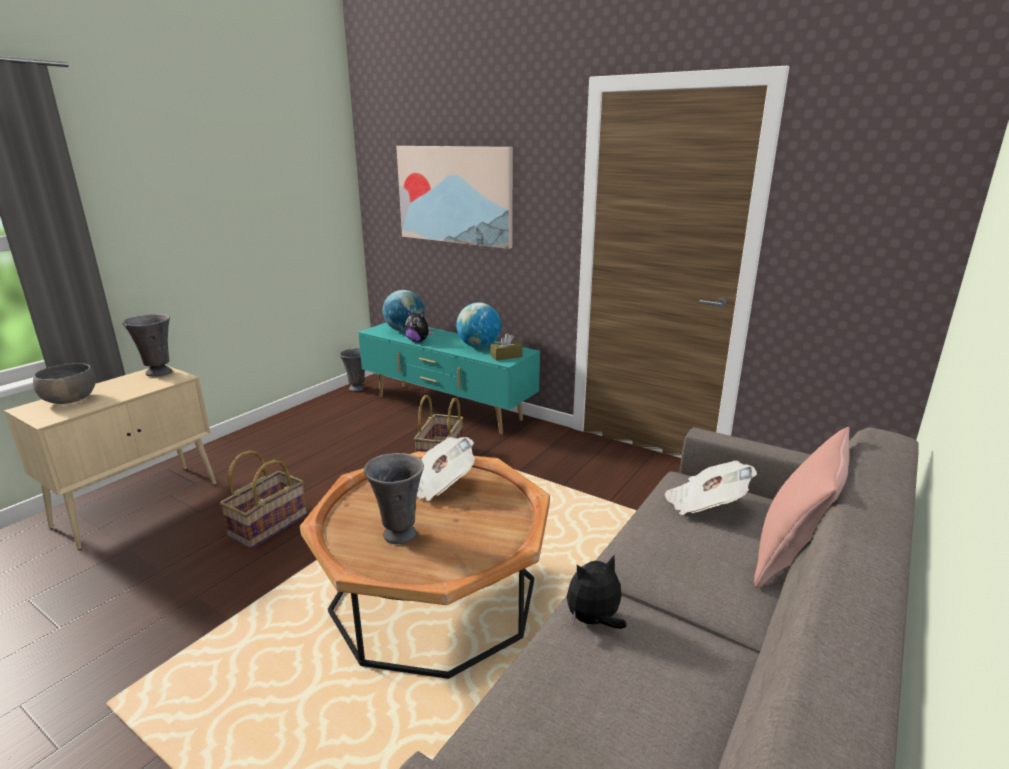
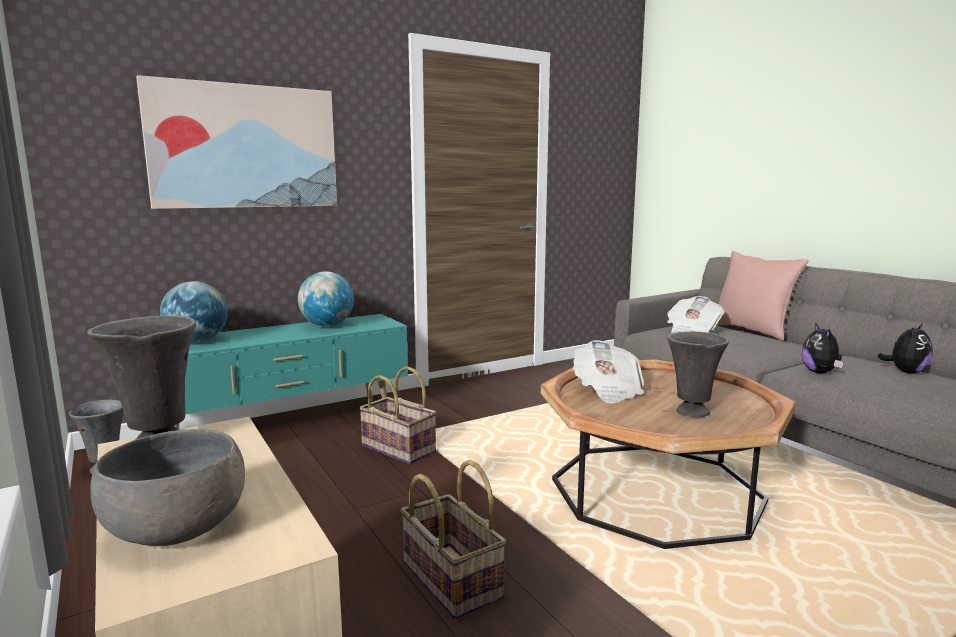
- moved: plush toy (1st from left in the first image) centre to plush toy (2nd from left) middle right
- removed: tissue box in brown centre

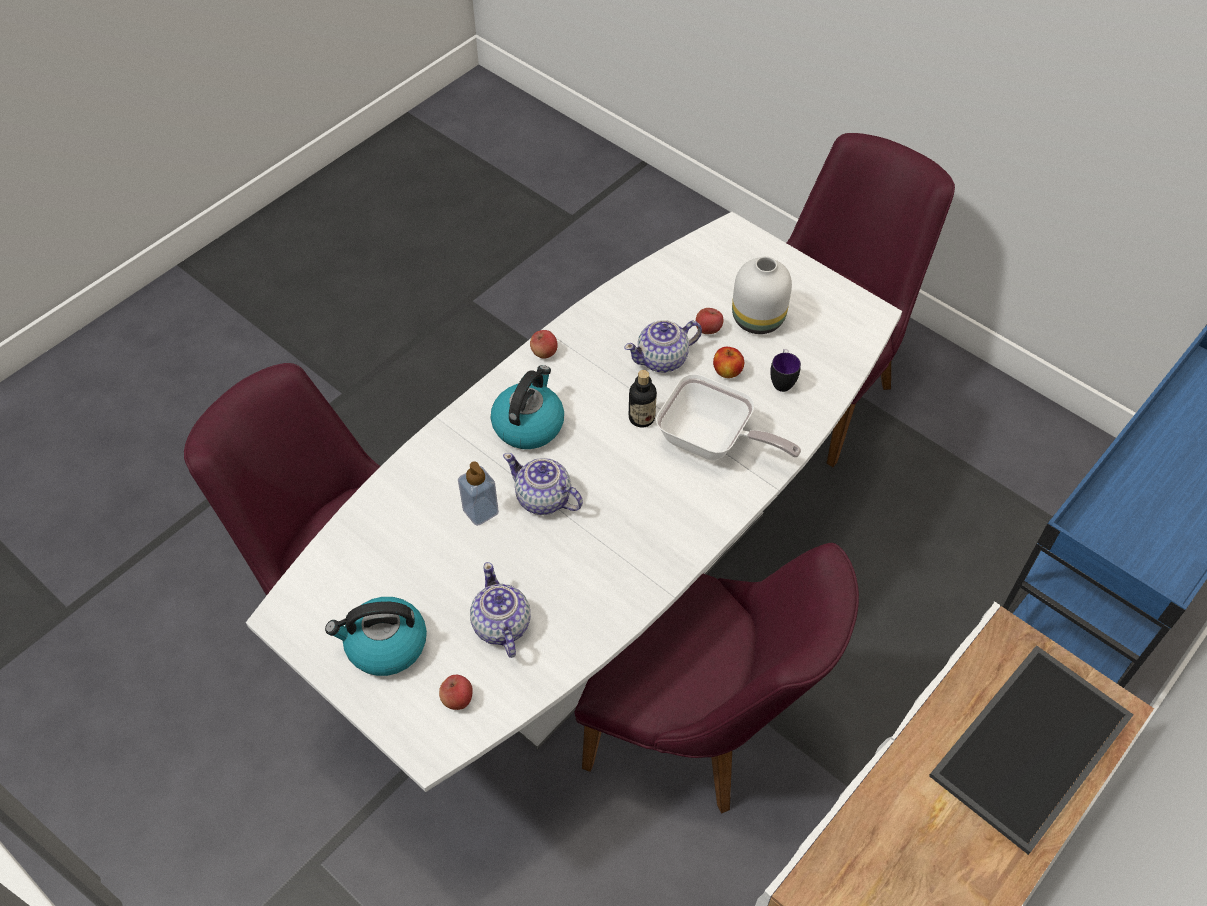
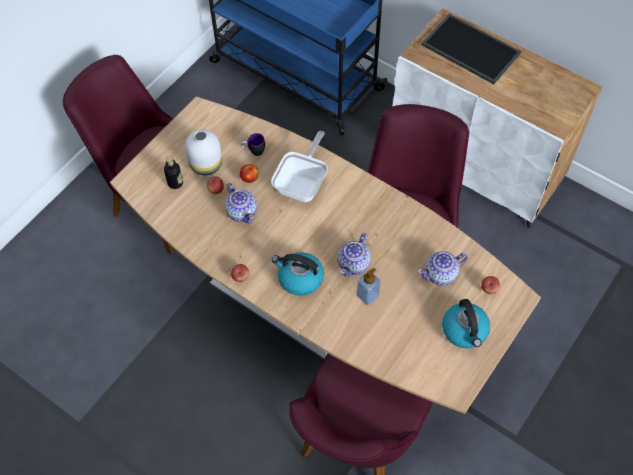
- recoloured: dining table in white centre to dining table in brown centre
- moved: bottle centre to middle left

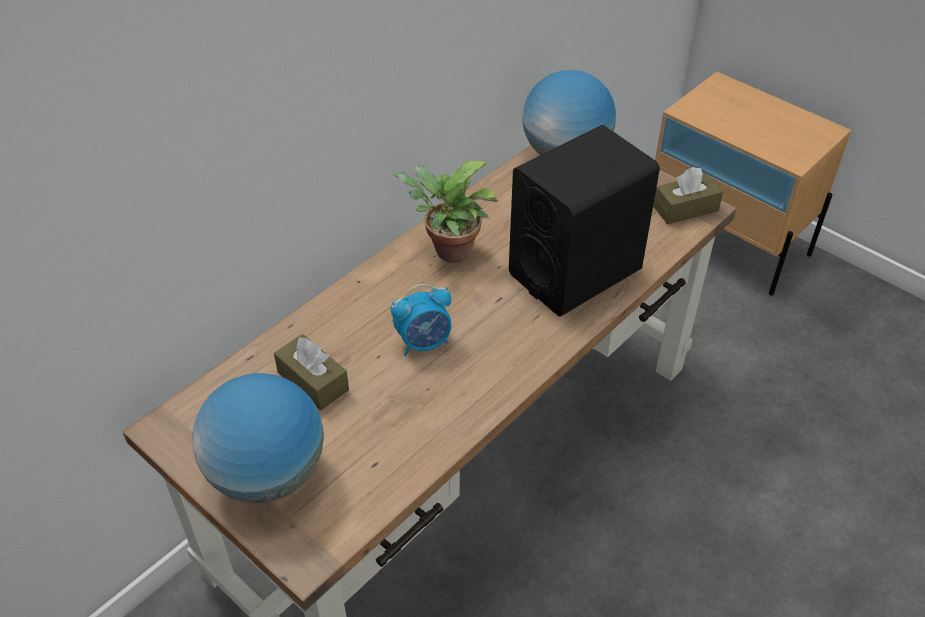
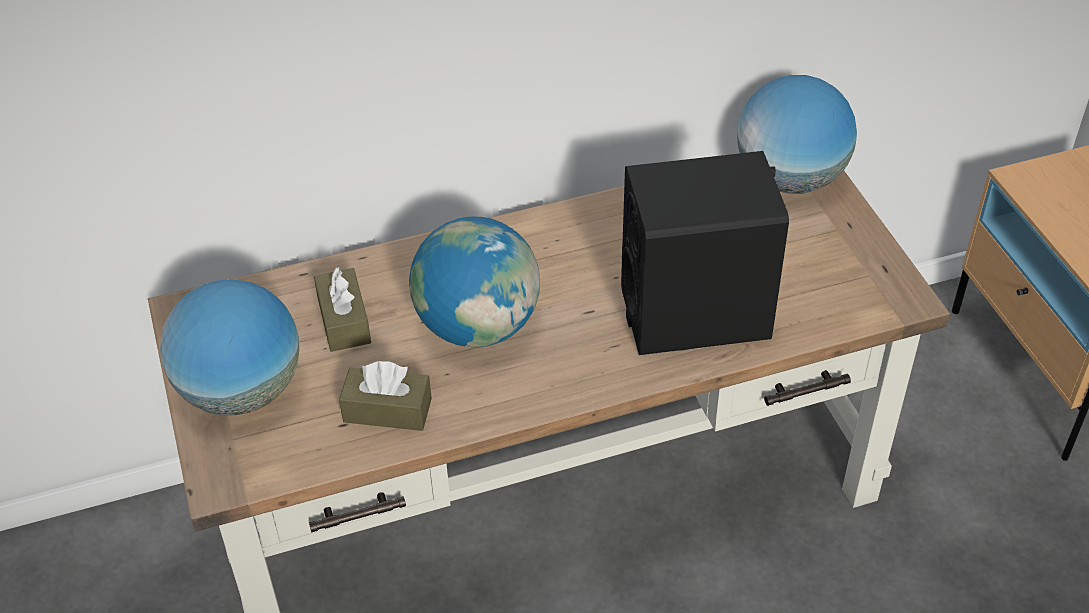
- removed: potted plant centre
- moved: tissue box in brown (2nd from left) top right to centre
- replaced: alarm clock centre to globe (2nd from left) centre

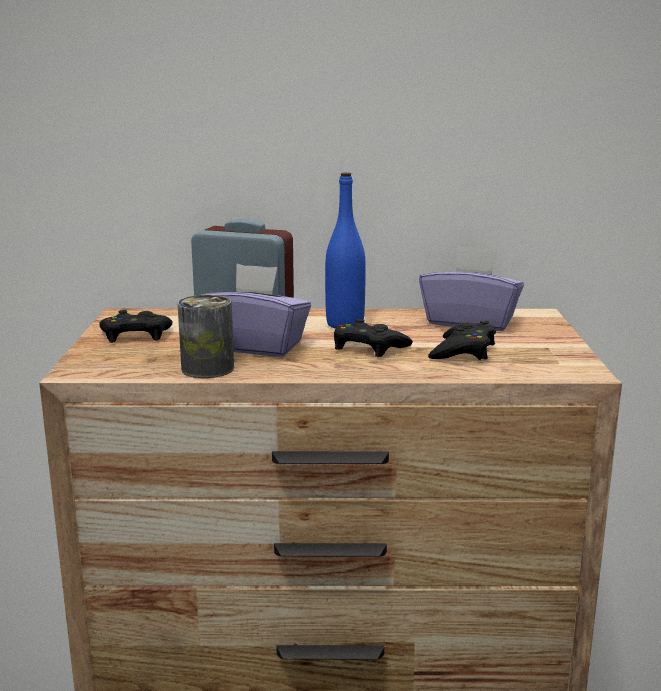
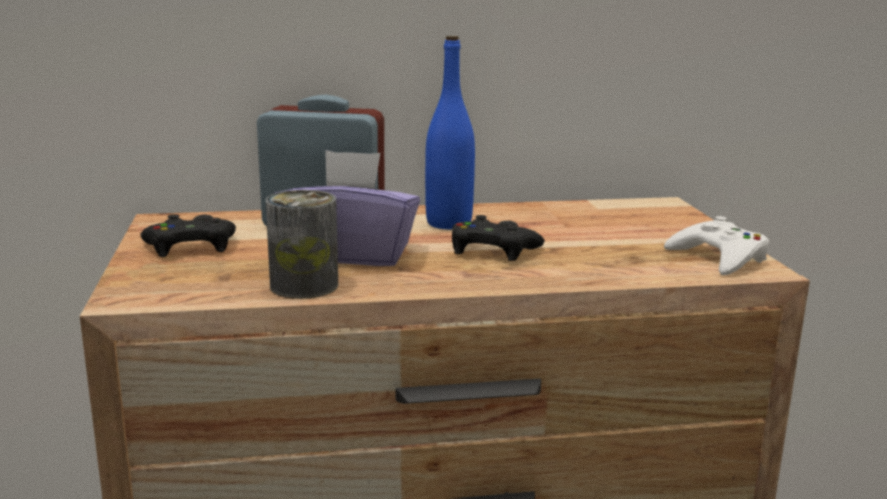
- removed: tissue box in purple (2nd from left) middle right
- removed: game controller in black (3rd from left) middle right
- added: game controller in white middle right

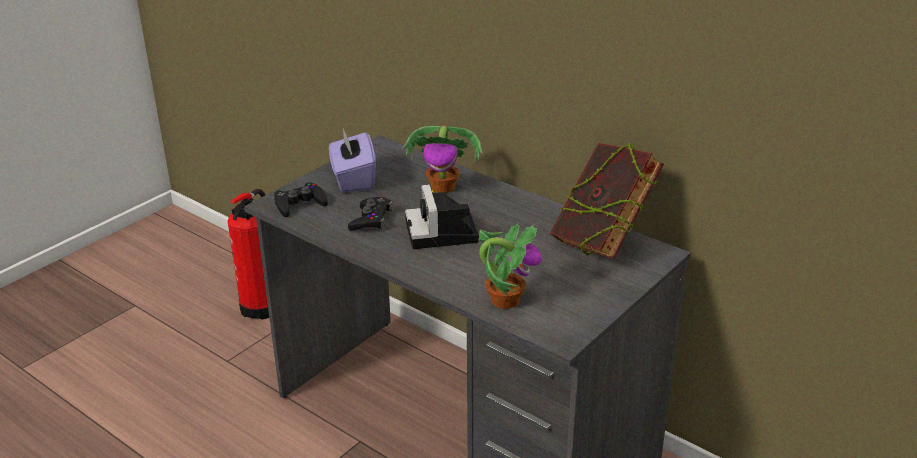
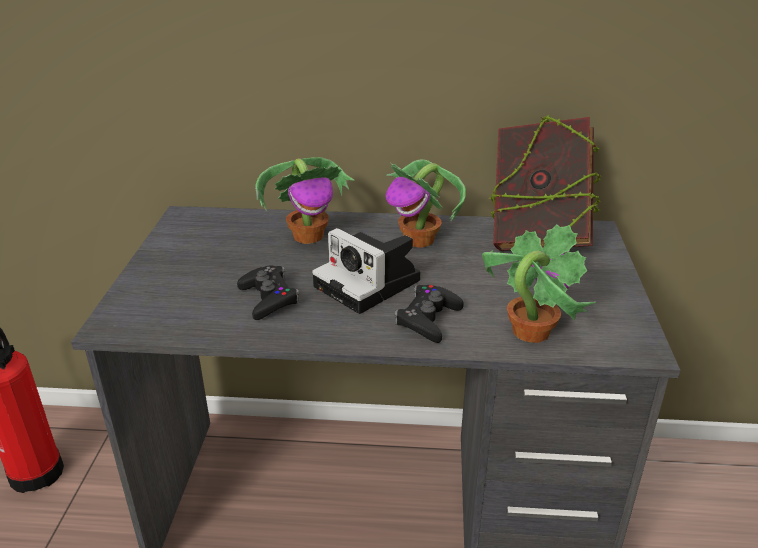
- removed: tissue box in purple centre
- moved: game controller in black (1st from left in the first image) middle left to game controller in black (2nd from left) centre
- added: potted plant (2nd from left) centre

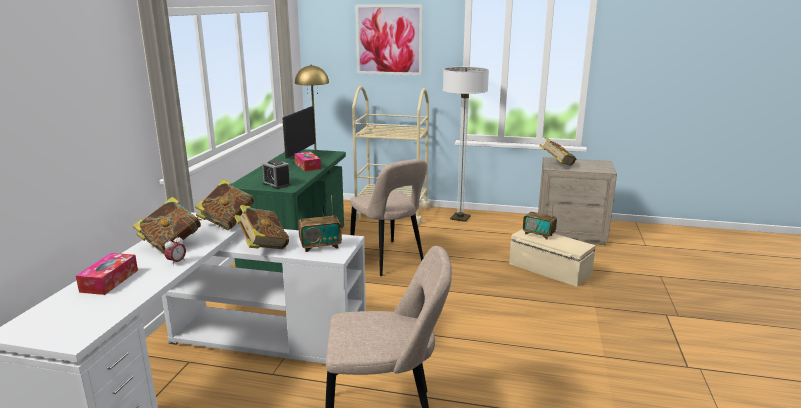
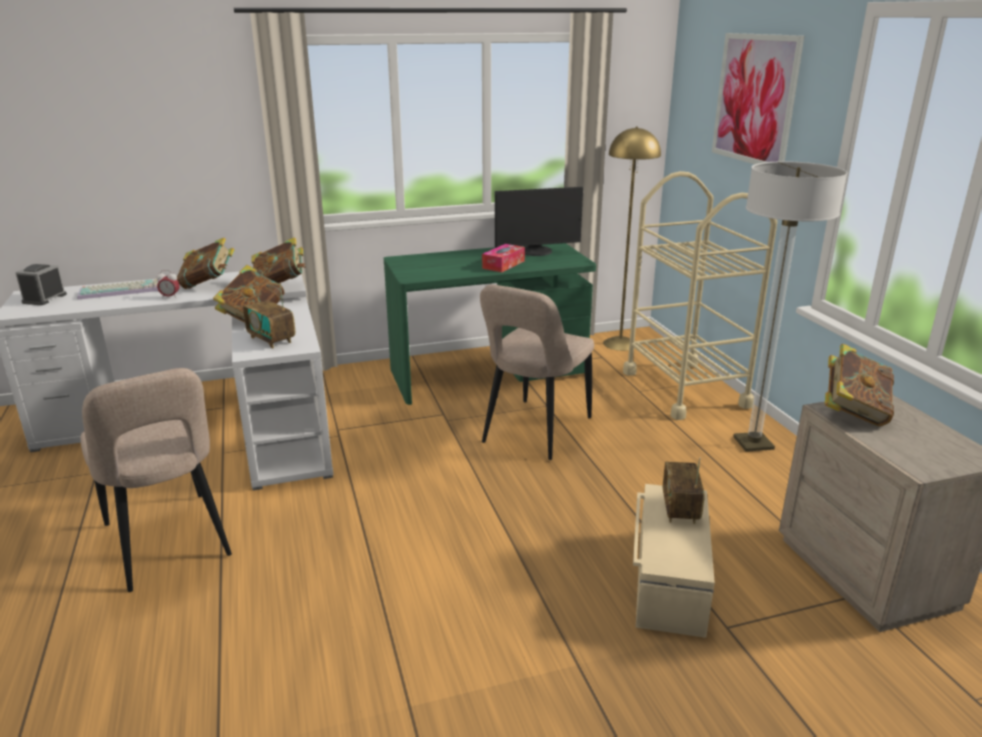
- moved: alarm clock (2nd from left in the first image) centre to alarm clock (1st from left) middle left
- replaced: tissue box (1st from left) bottom left to keyboard middle left

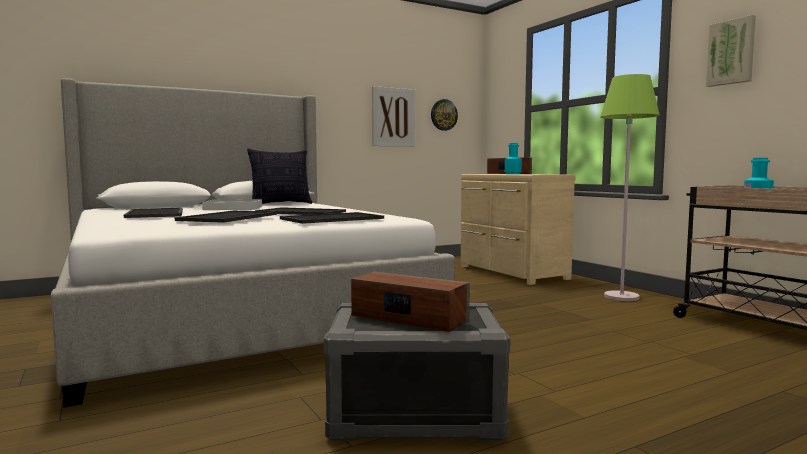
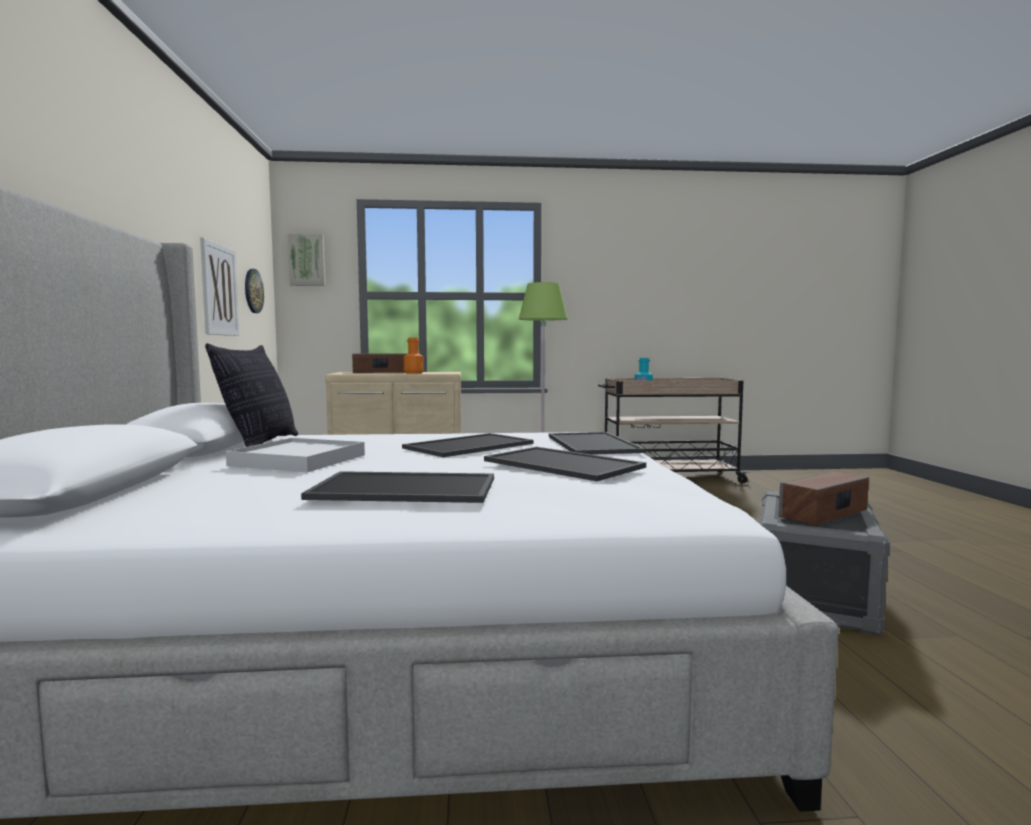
- moved: picture (2nd from left) top right to top left
- recoloured: bottle in turquoise (1st from left) centre to bottle in orange centre

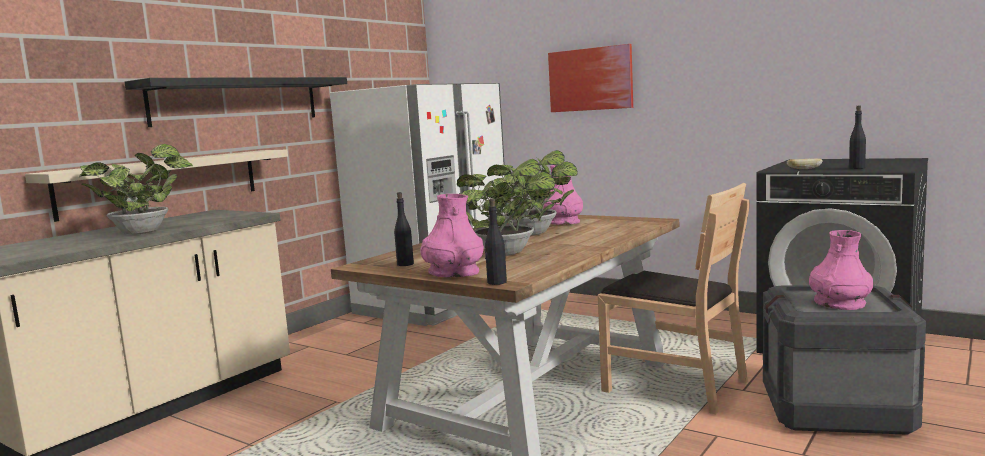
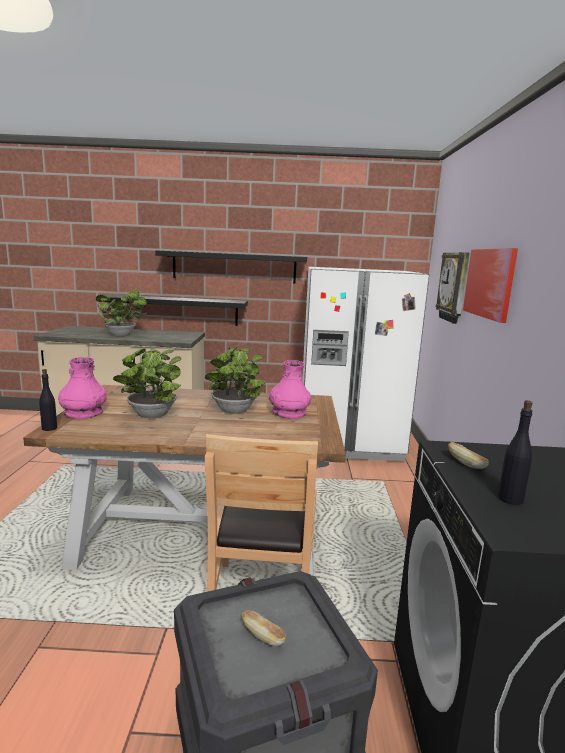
- recoloured: shelf in beige middle left to shelf in black (1st from left) middle left
- removed: bottle in black (1st from left) centre
- replaced: vase in pink (3rd from left) middle right to bread (1st from left) bottom centre
- added: wall clock middle right

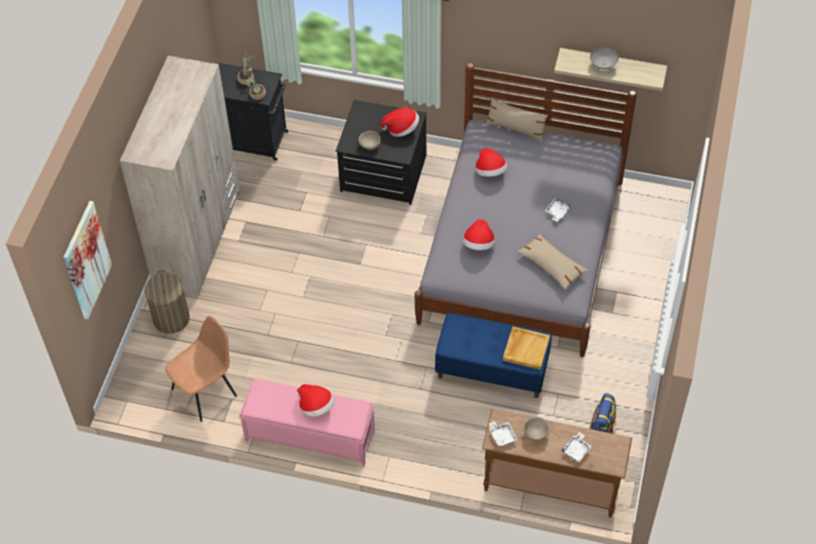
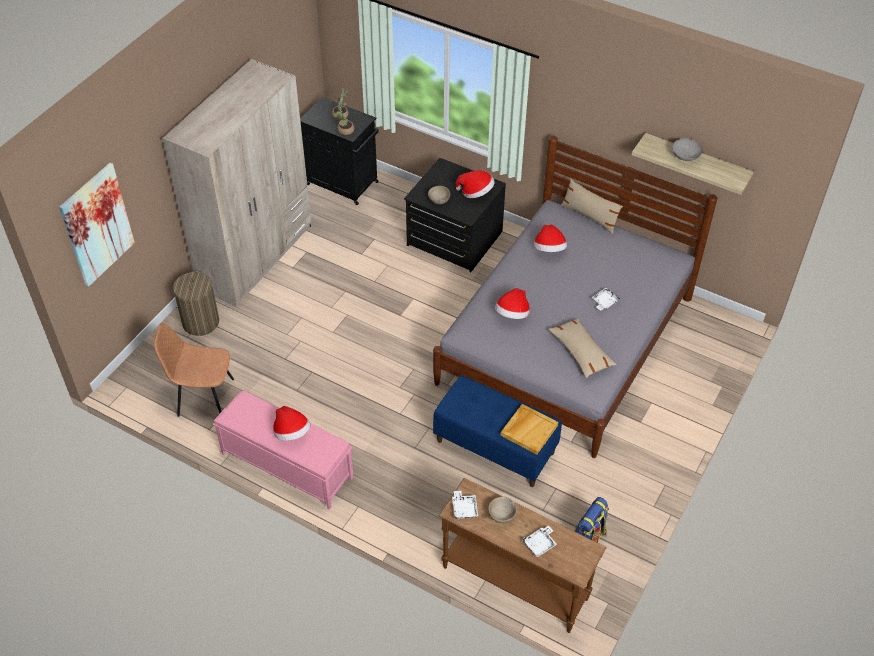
- turned: chair in brown bottom left = middle left 150 degrees counterclockwise

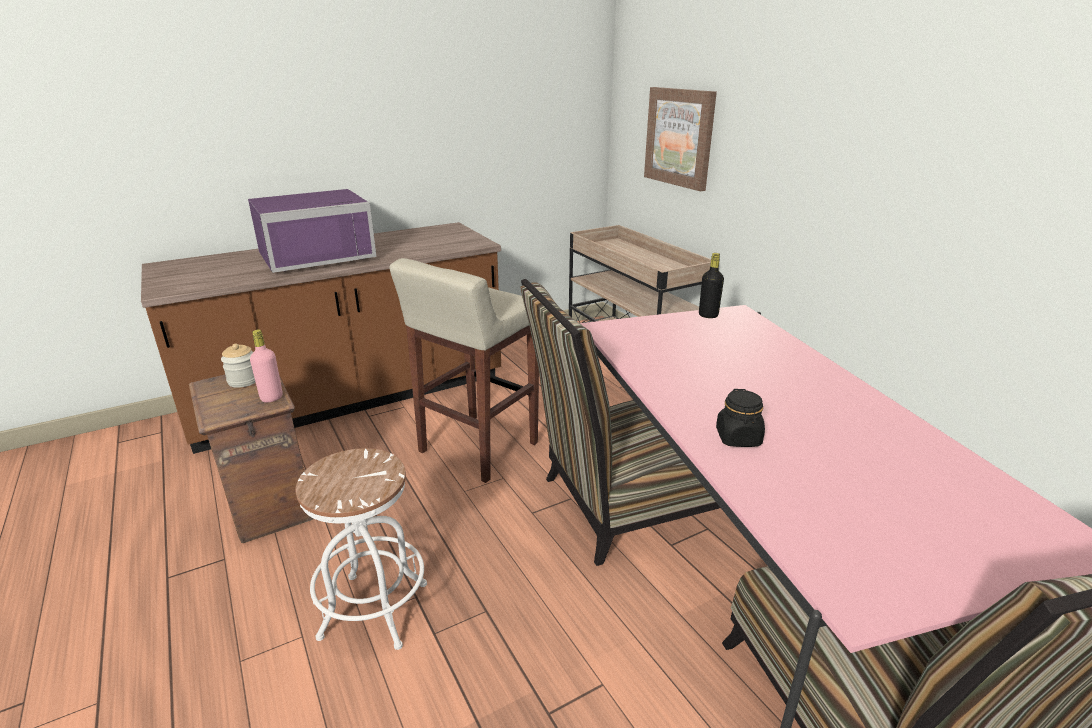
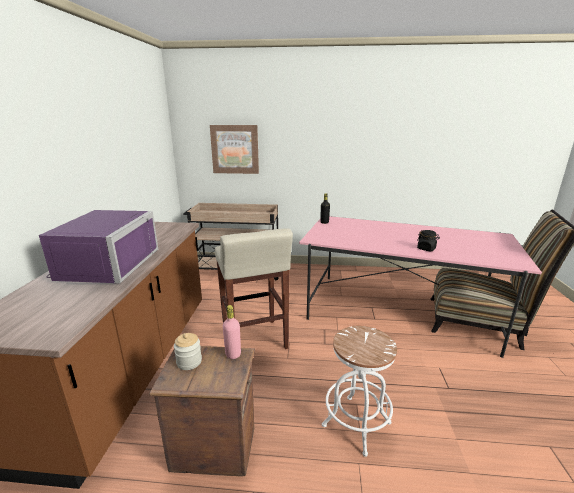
- removed: chair (1st from left) centre

